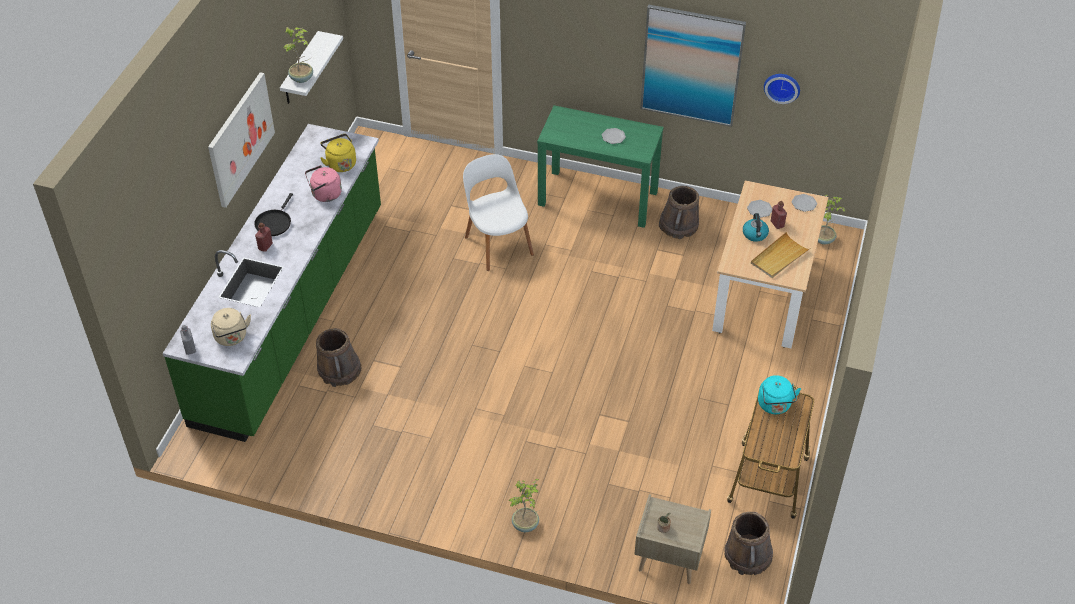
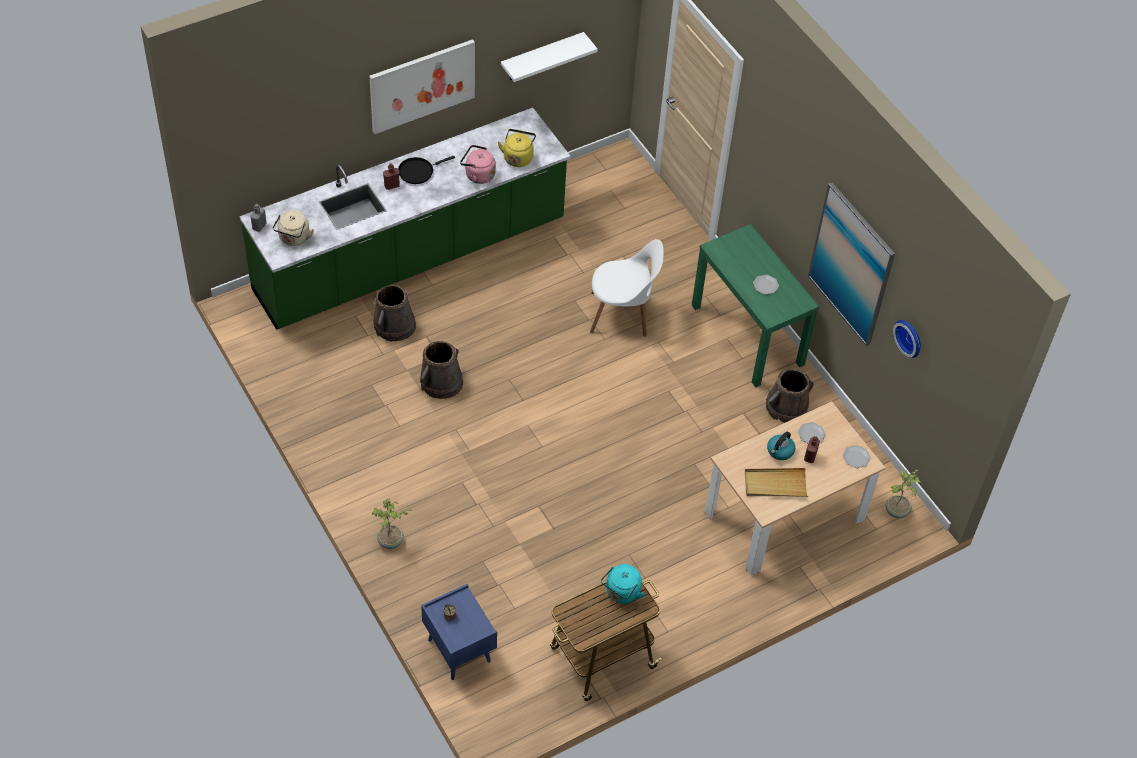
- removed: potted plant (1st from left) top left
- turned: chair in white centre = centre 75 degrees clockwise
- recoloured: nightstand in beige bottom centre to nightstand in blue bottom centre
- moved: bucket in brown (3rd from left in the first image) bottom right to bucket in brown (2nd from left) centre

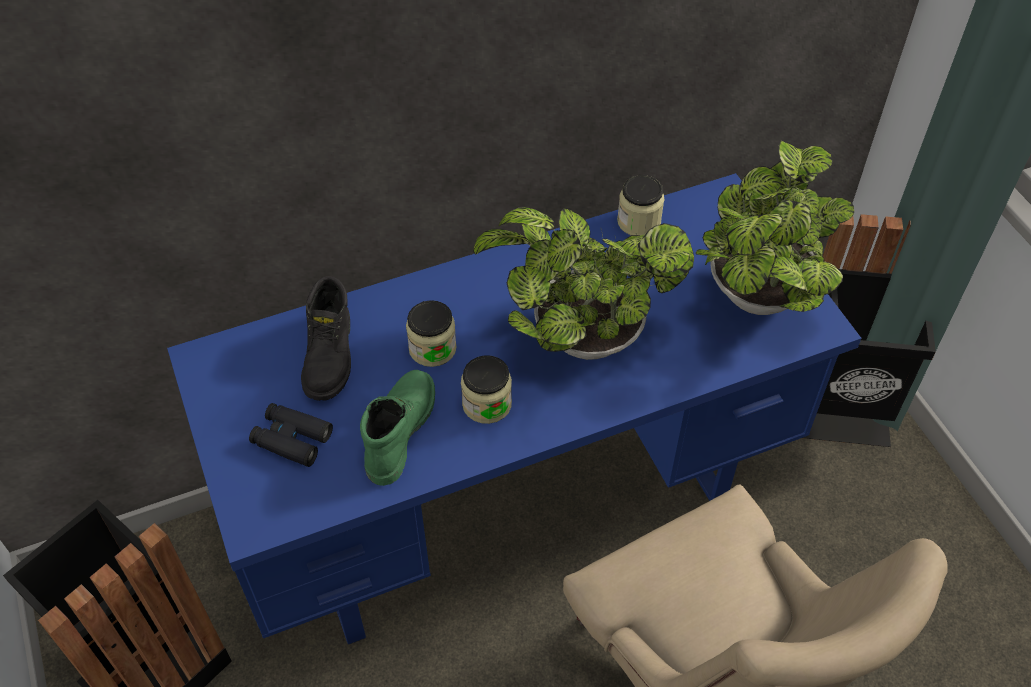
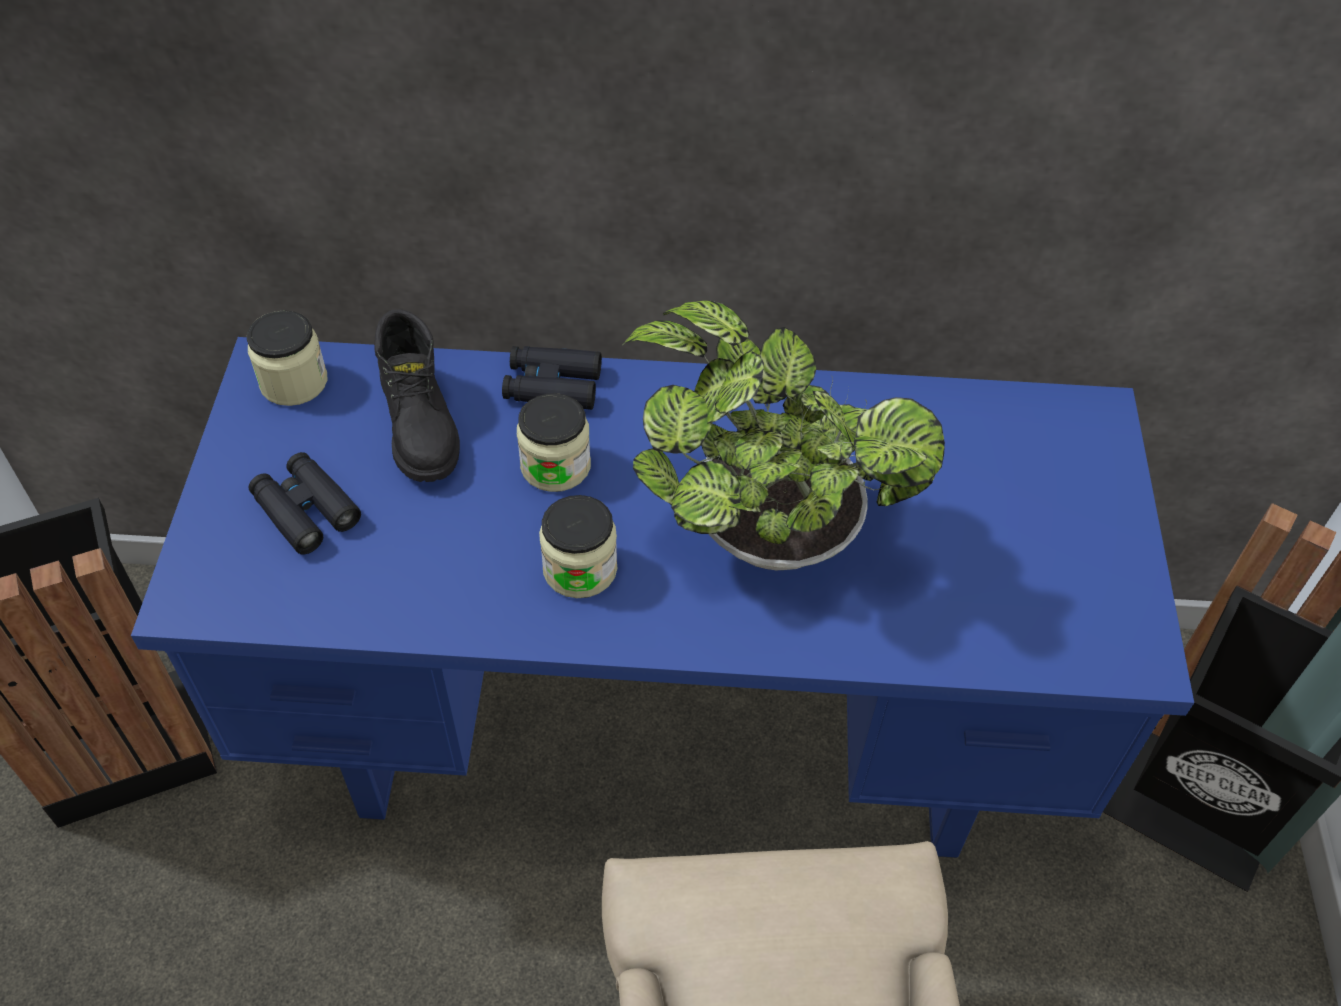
- removed: potted plant (2nd from left) top right
- moved: jar (3rd from left in the first image) top centre to jar (1st from left) middle left
- turned: boot in black middle left = middle left 45 degrees counterclockwise
- removed: boot in green centre
- added: binoculars in black (2nd from left) centre

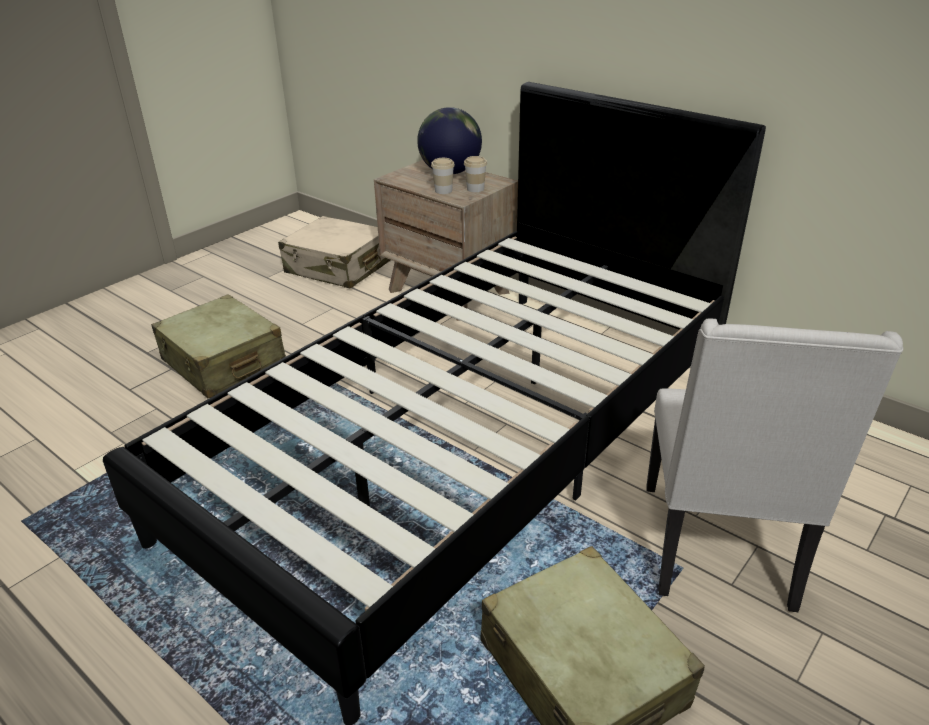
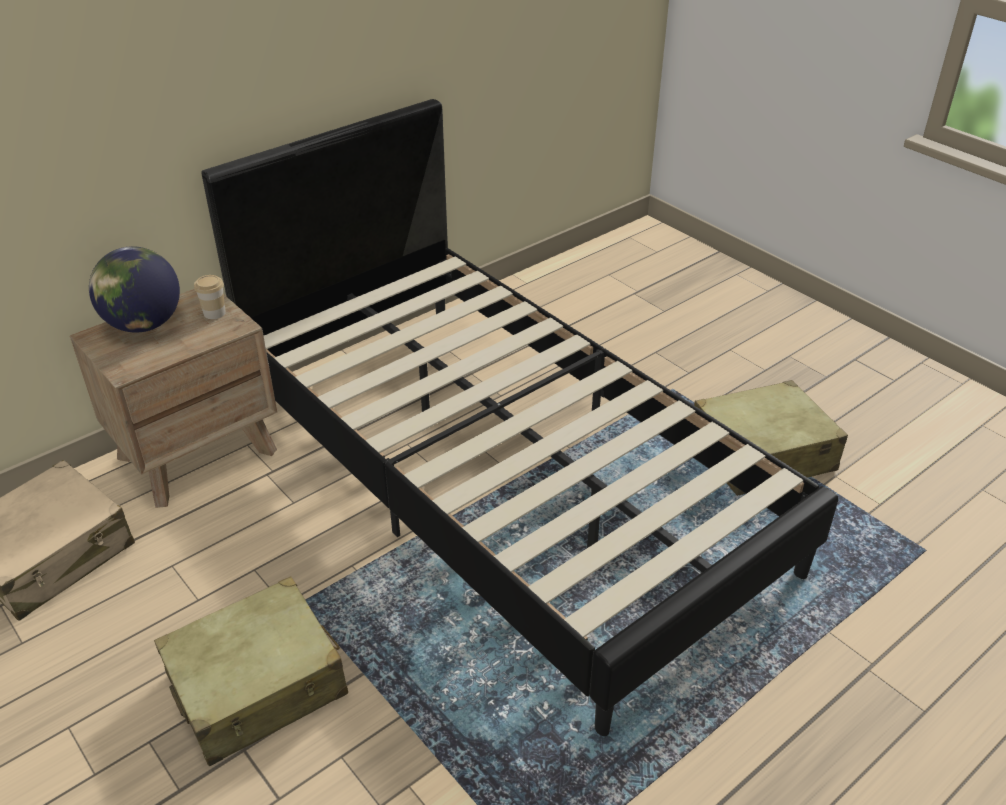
- removed: cup (1st from left) top centre
- removed: chair in beige middle right

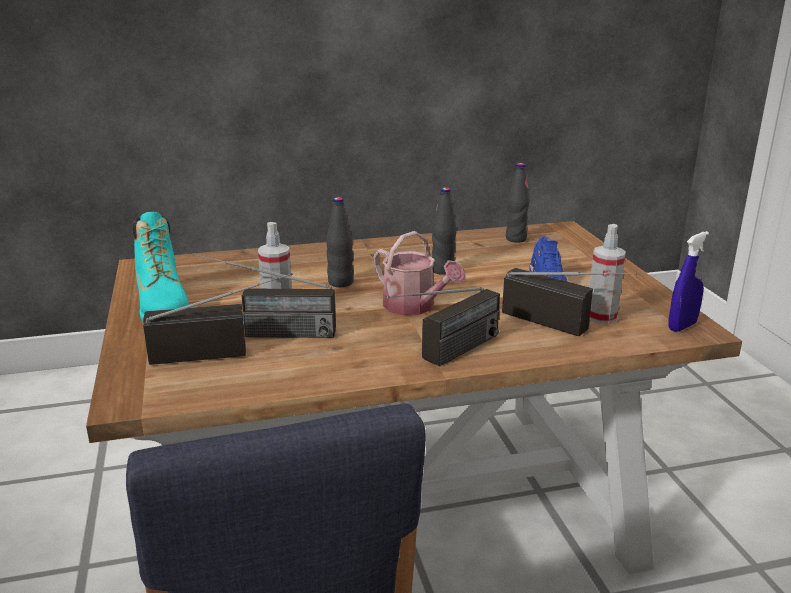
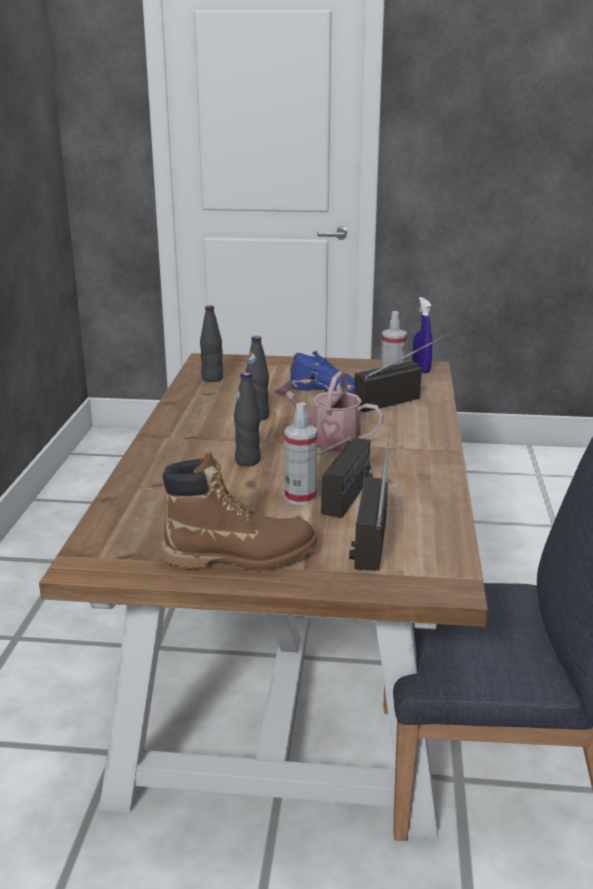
- recoloured: boot in turquoise middle left to boot in brown centre
- turned: watering can centre = centre 135 degrees counterclockwise
- removed: radio (3rd from left) centre

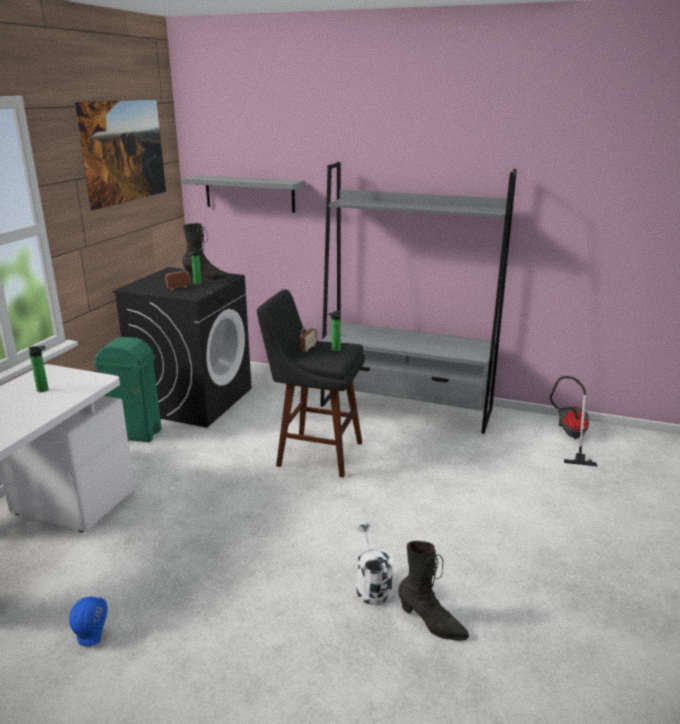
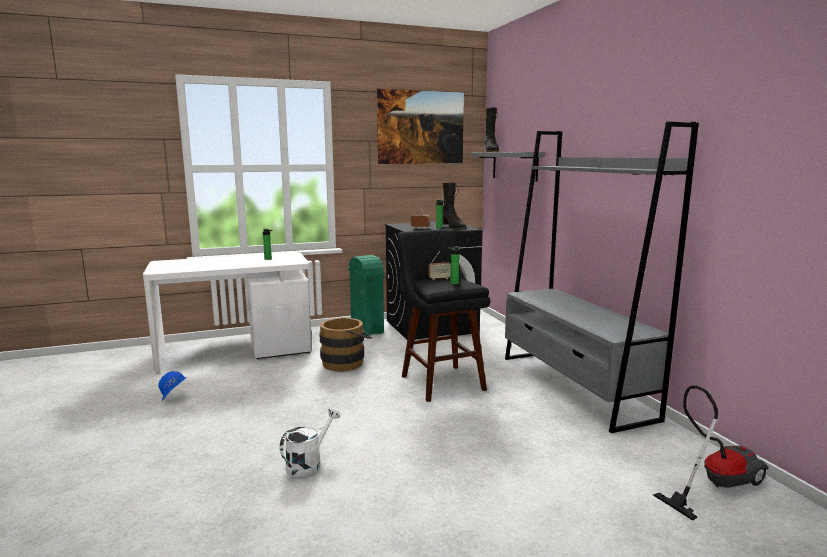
- moved: boot in black (2nd from left) bottom centre to top centre
- added: bucket in brown centre

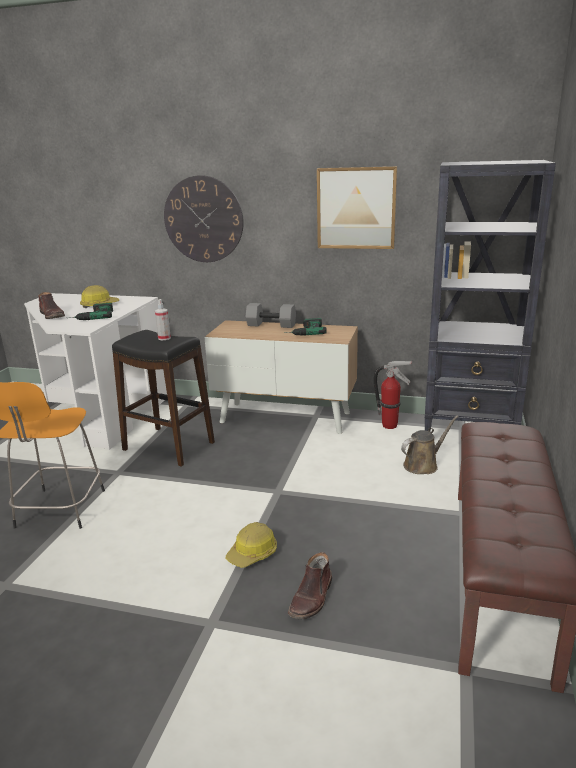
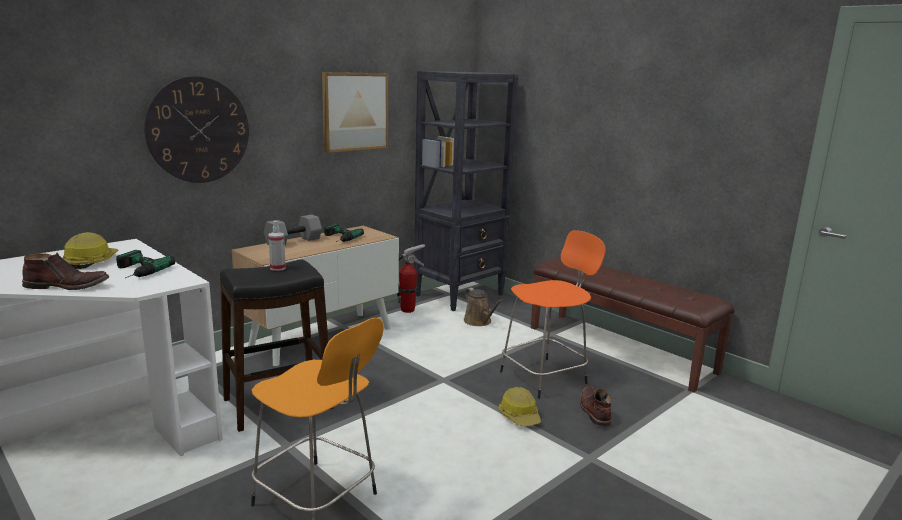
- turned: watering can in brown middle right = centre 150 degrees clockwise
- turned: boot in brown (2nd from left) bottom centre = bottom centre 150 degrees counterclockwise
- added: stool in orange (2nd from left) centre

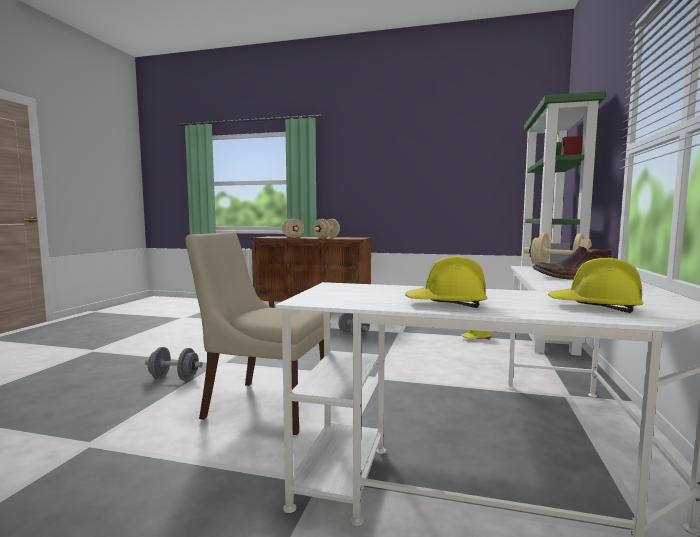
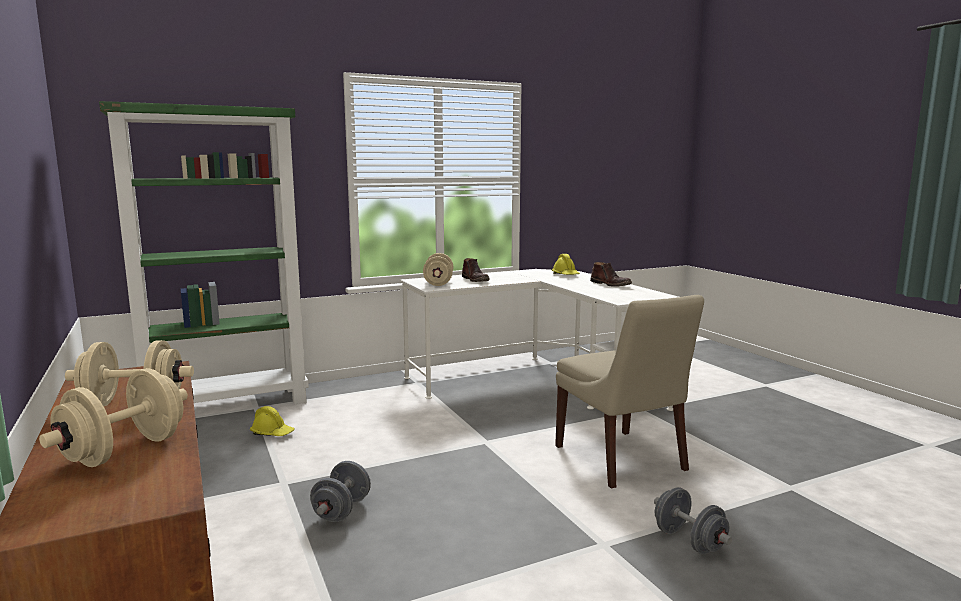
- replaced: hard hat in yellow (1st from left) centre to boot in brown (2nd from left) centre

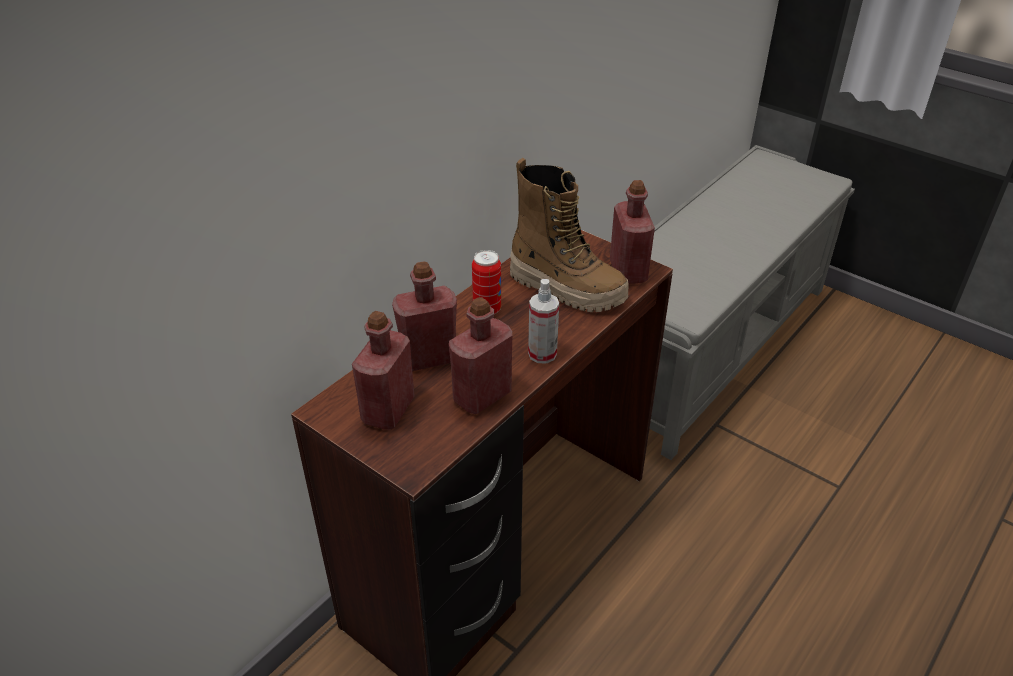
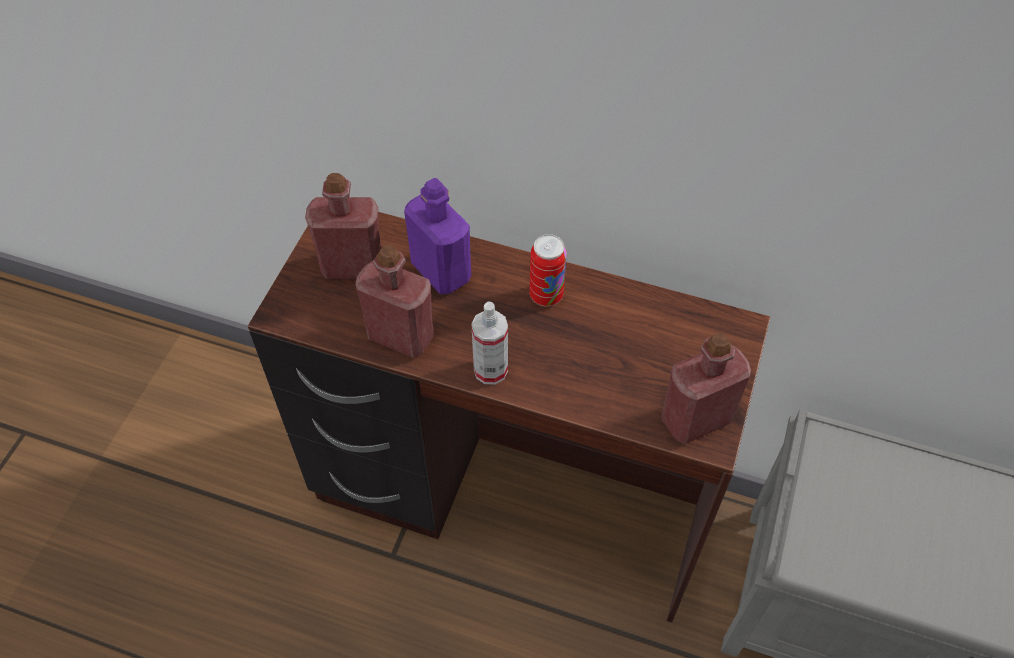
- removed: boot centre
- recoloured: bottle in red (2nd from left) centre to bottle in purple centre

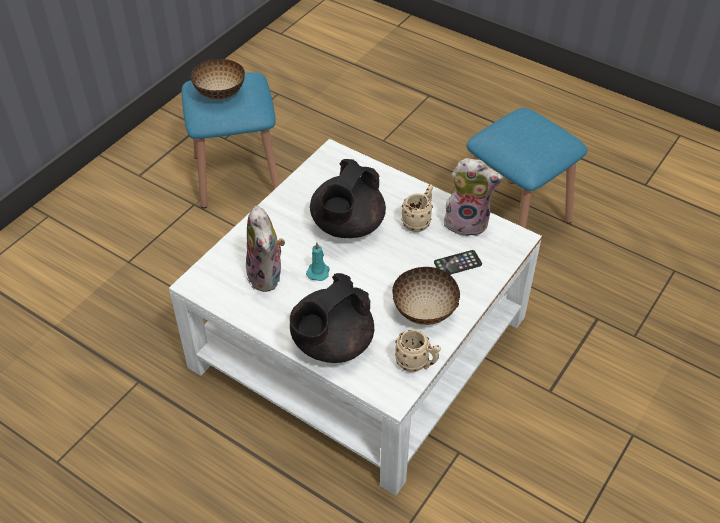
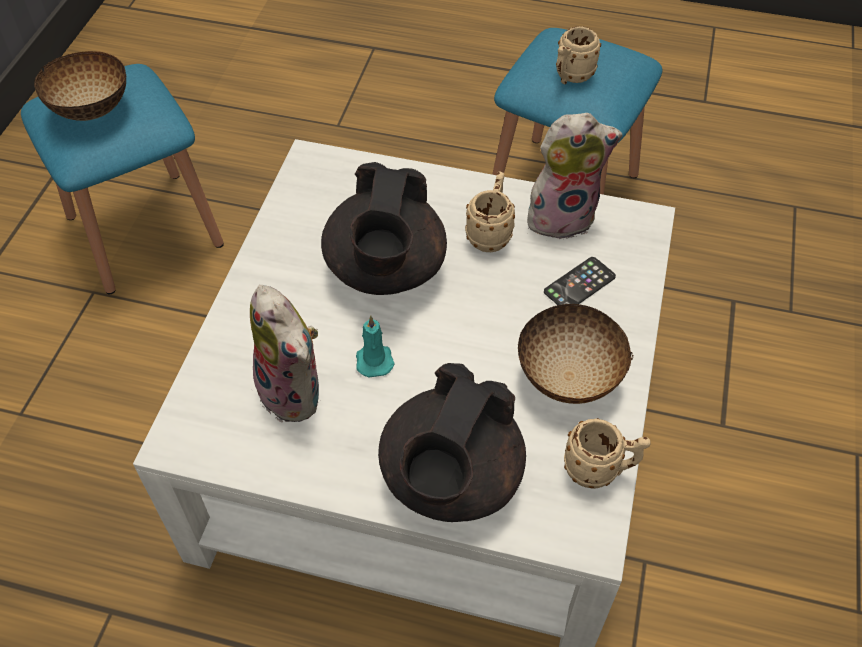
- added: mug in beige (2nd from left) top right

